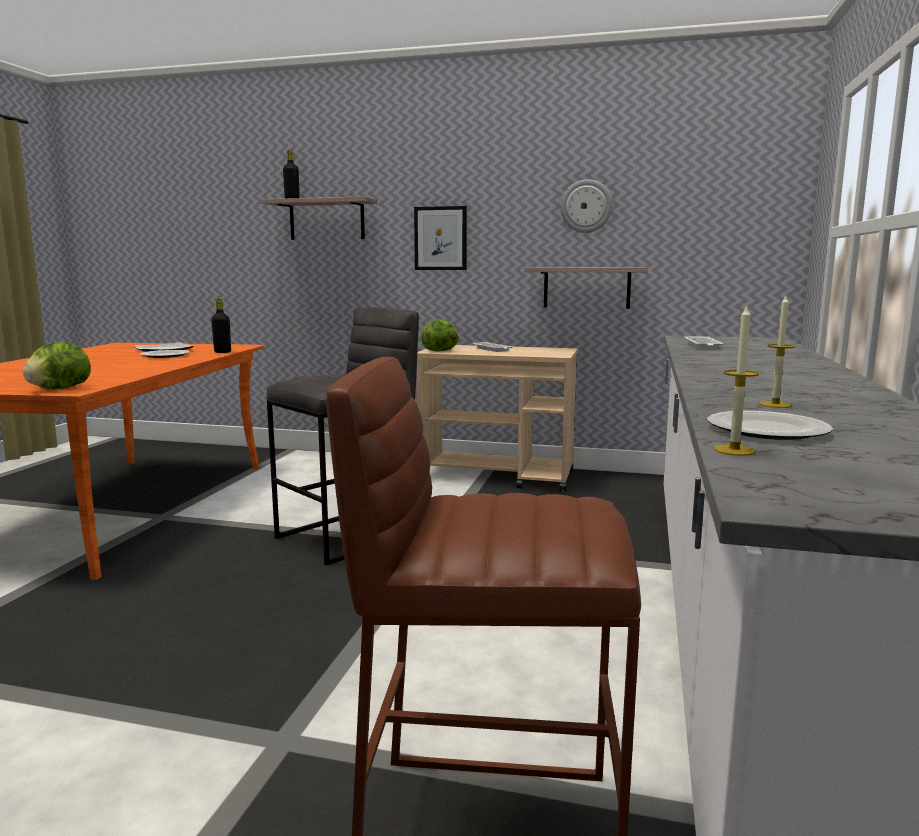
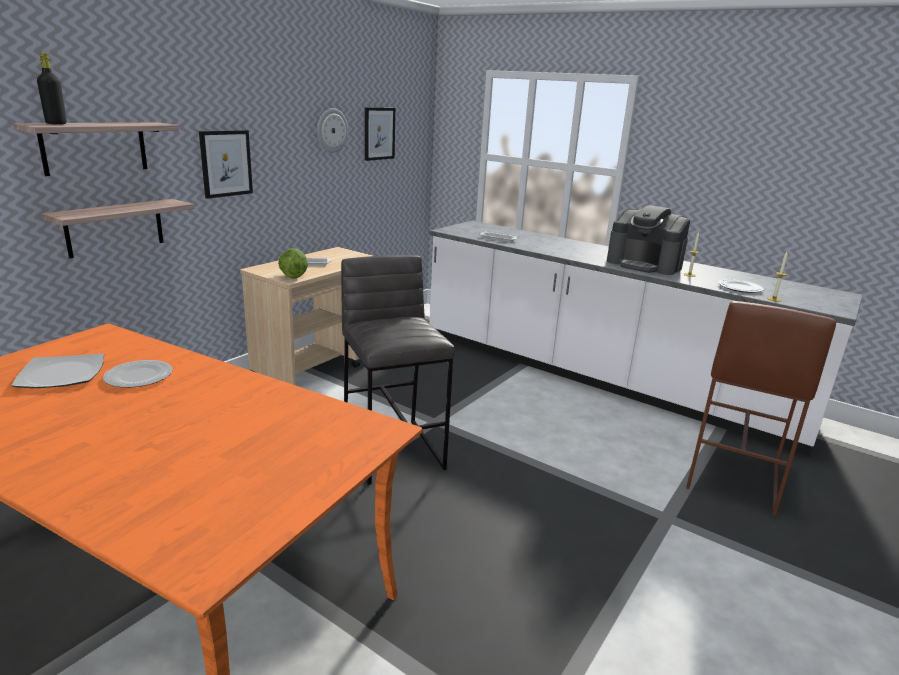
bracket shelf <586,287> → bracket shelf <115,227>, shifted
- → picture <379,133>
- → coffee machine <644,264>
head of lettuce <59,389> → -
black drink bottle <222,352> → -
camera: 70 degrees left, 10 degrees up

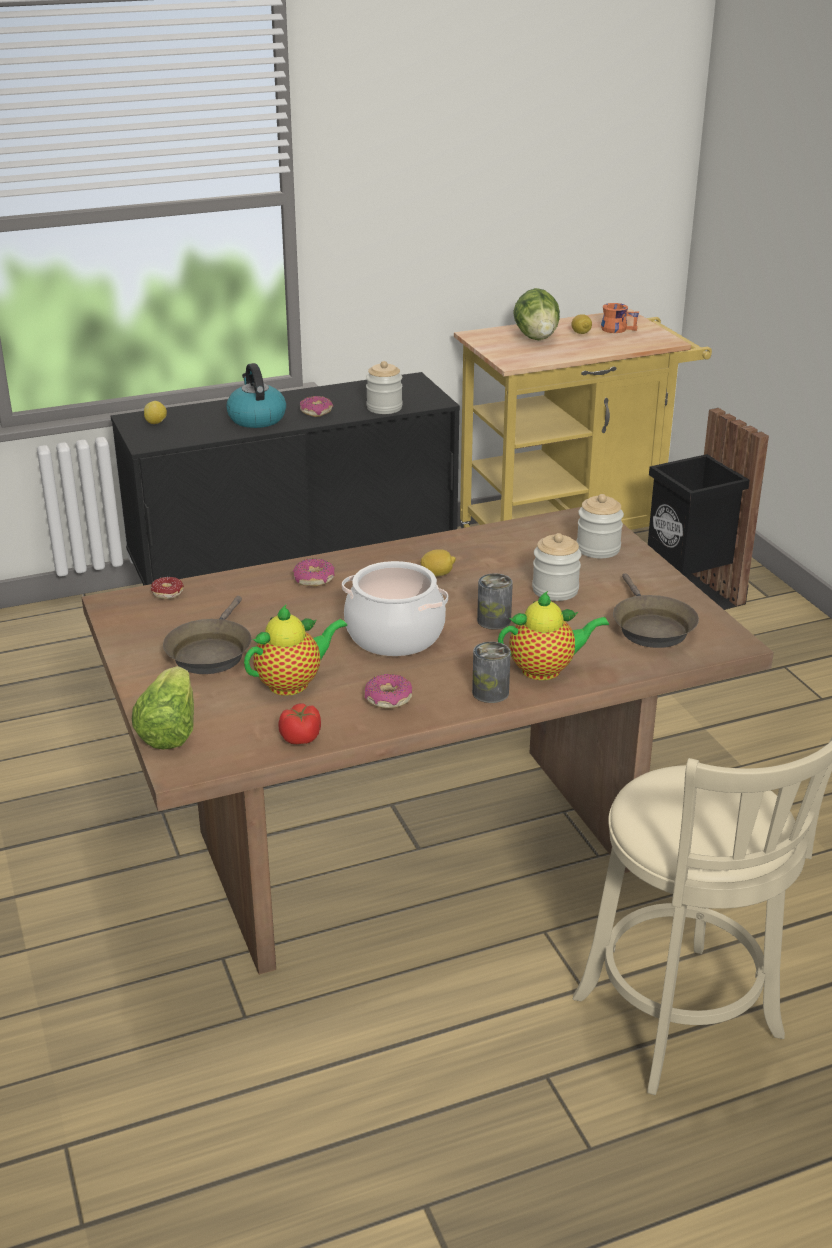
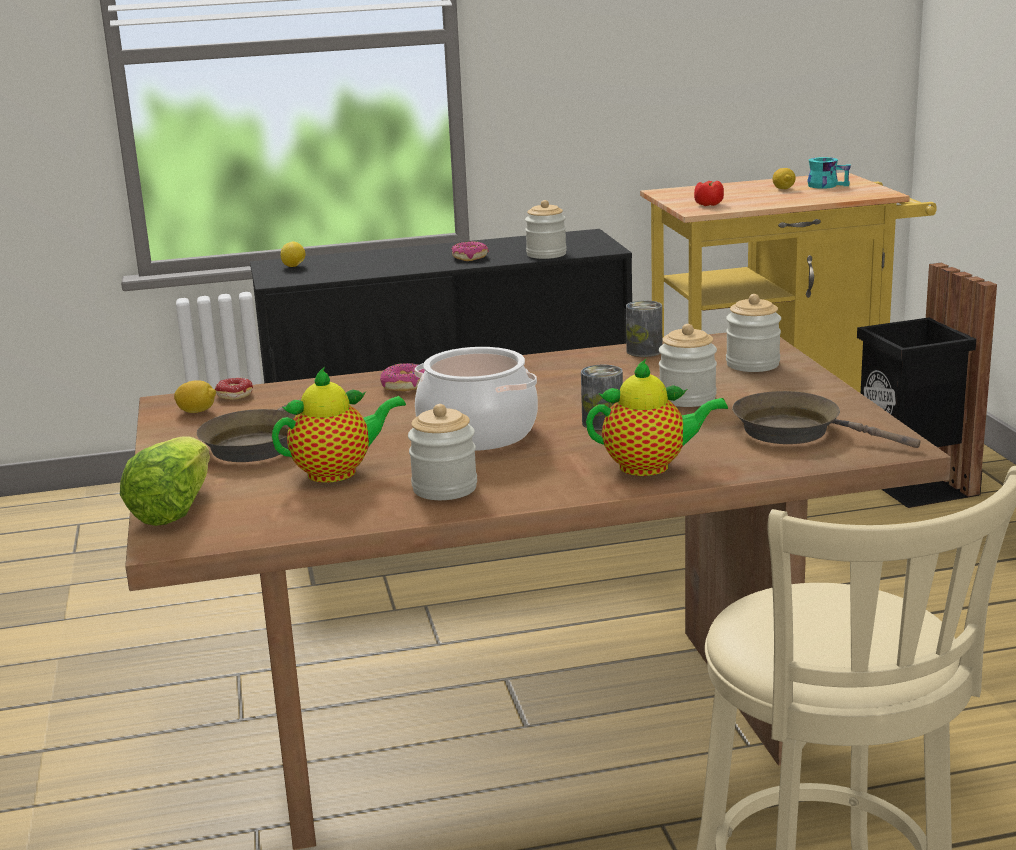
lemon <437,574> → lemon <197,411>, shifted
donut <388,699> → storage jar <444,488>
can <490,692> → can <644,351>, shifted
fresh tomato <301,737> → fresh tomato <709,204>, shifted
brown pan <650,627> → brown pan <796,431>, 120 degrees clockwise
orangey tea mug <618,329> → blue-green tea mug <827,185>
kettle <256,418> → -
head of lettuce <536,338> → -
camera: 10 degrees right, 10 degrees down

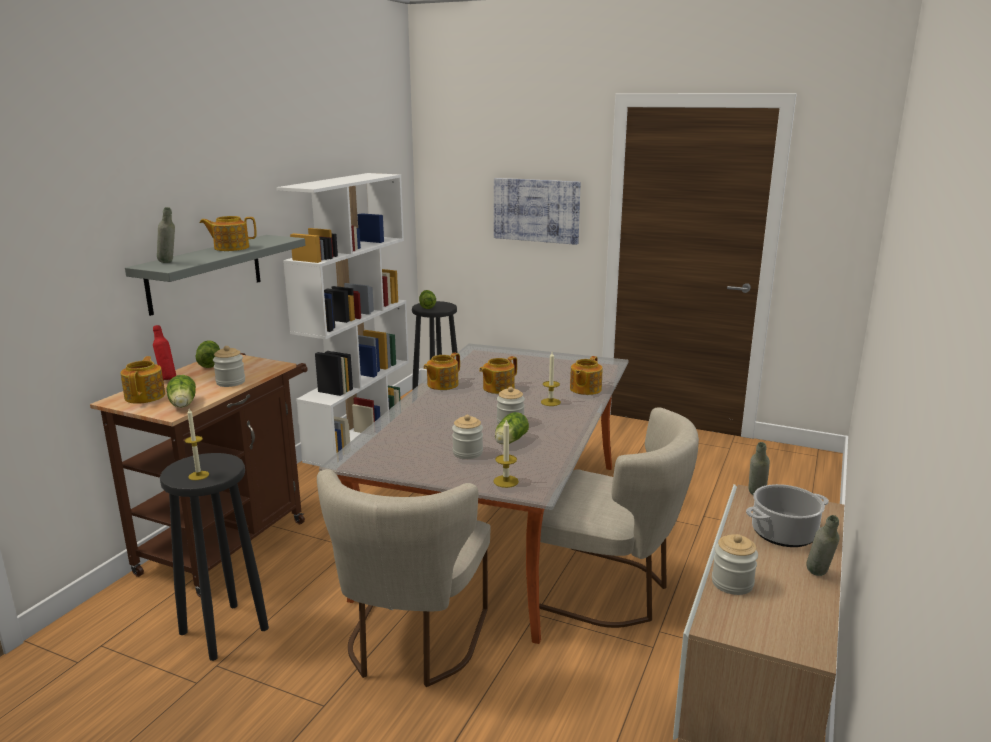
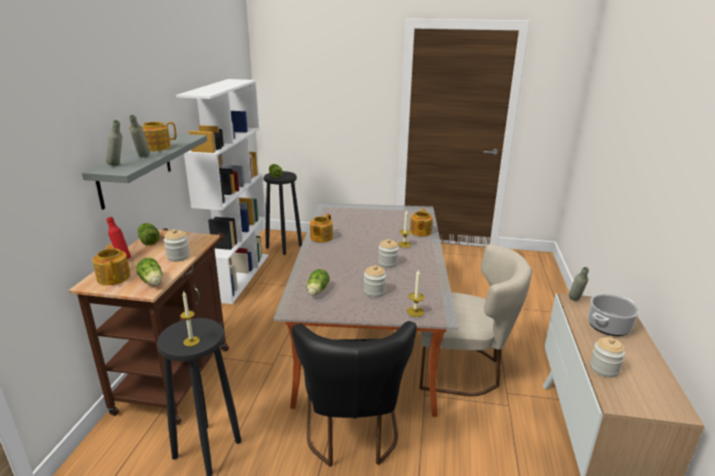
gray drink bottle <818,577> → gray drink bottle <142,157>, shifted
beige plain chair <411,644> → black plain chair <352,433>
head of lettuce <509,441> → head of lettuce <317,291>, shifted
tea pot <497,388> → -
picture <536,210> → -
camera: 15 degrees left, 5 degrees up

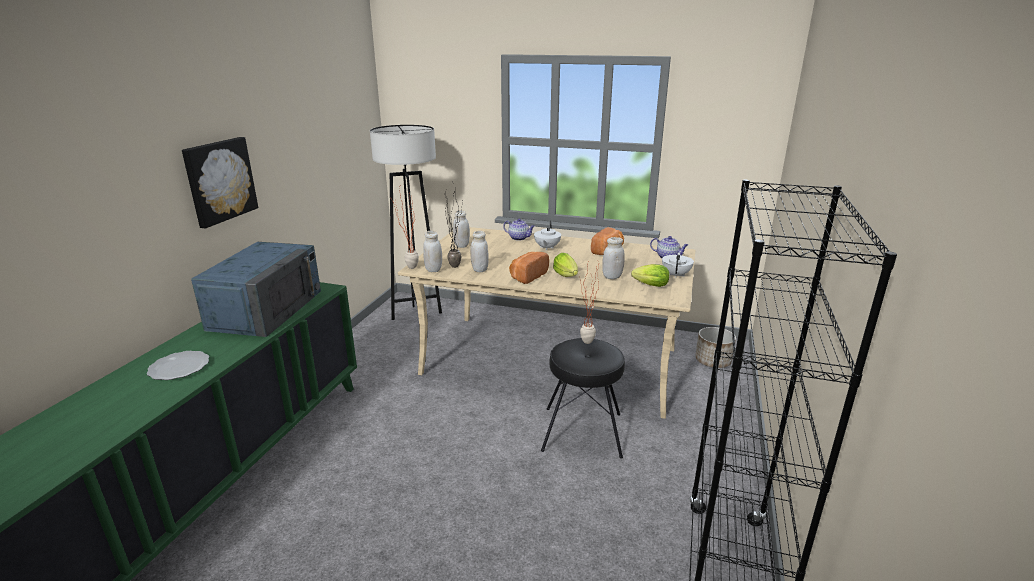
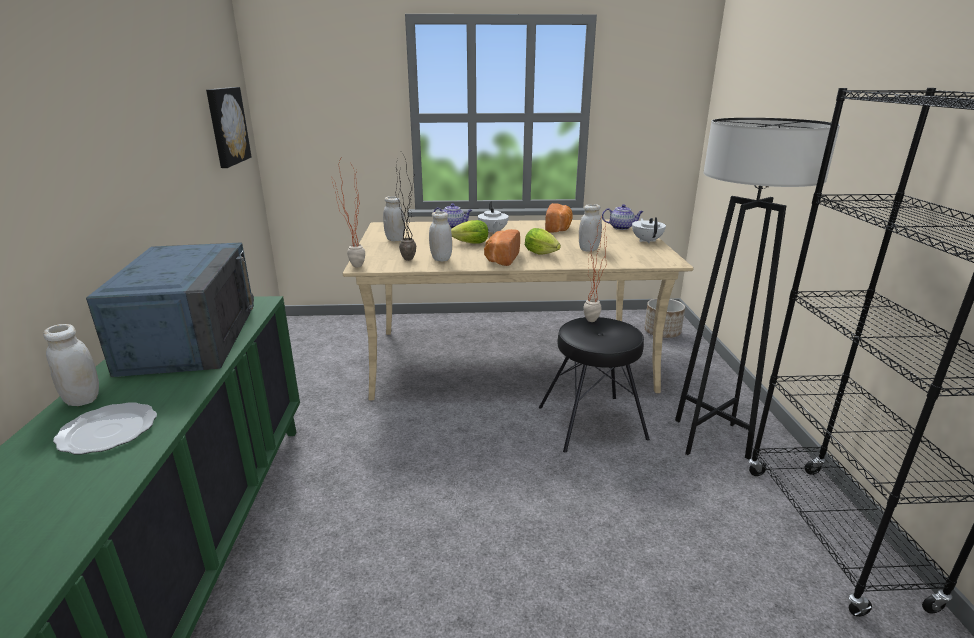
whitish storage jar <433,269> → whitish storage jar <83,399>, shifted
picture <219,180> → picture <226,126>, shifted
head of lettuce <648,285> → head of lettuce <469,243>, shifted
gray standing lamp <417,316> → gray standing lamp <710,438>, shifted
camera: 20 degrees left, 0 degrees up

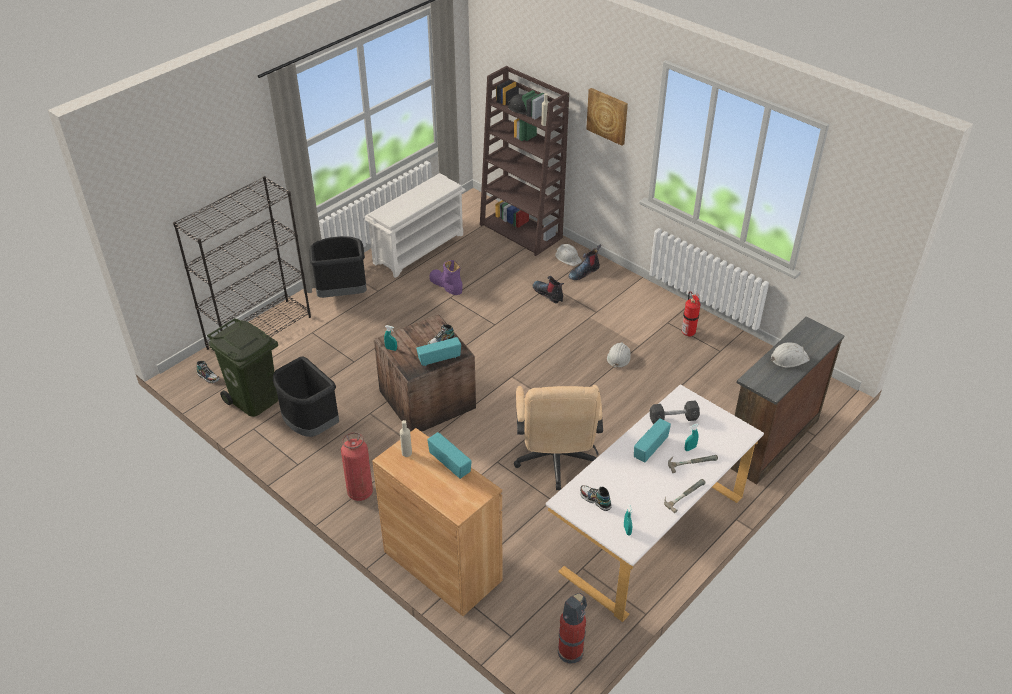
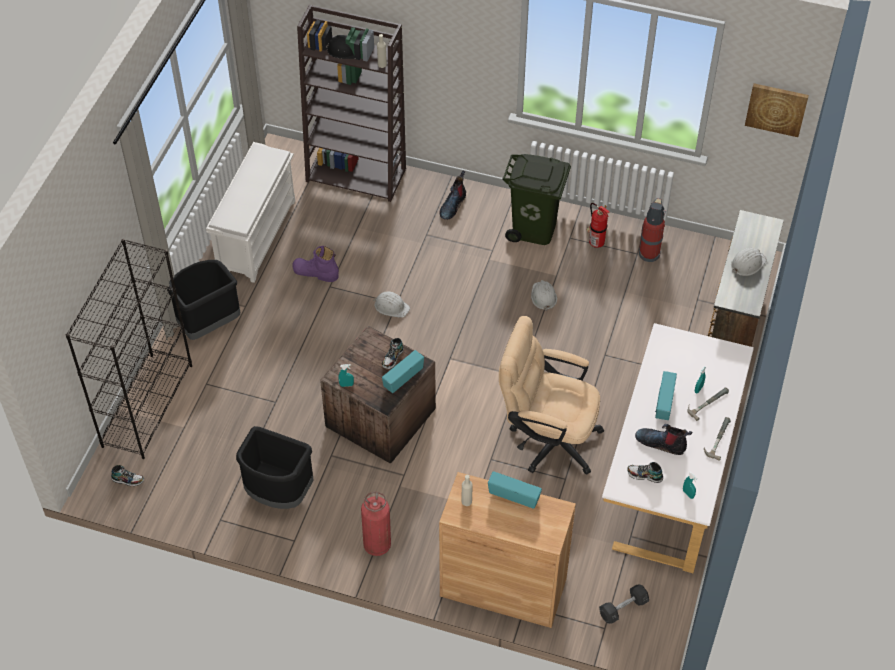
whitish work helmet <568,257> → whitish work helmet <391,306>, shifted
beige desk chair <555,463> → beige desk chair <547,438>, 135 degrees clockwise
green rubbish bin <254,400> → green rubbish bin <534,229>, shifted
gray dumbbell <673,418> → gray dumbbell <623,608>, shifted
boot <548,294> → boot <661,443>, shifted
fire extinguisher <571,651> → fire extinguisher <649,253>, shifted
picture <607,116> → picture <776,108>, shifted
camera: 25 degrees left, 10 degrees up

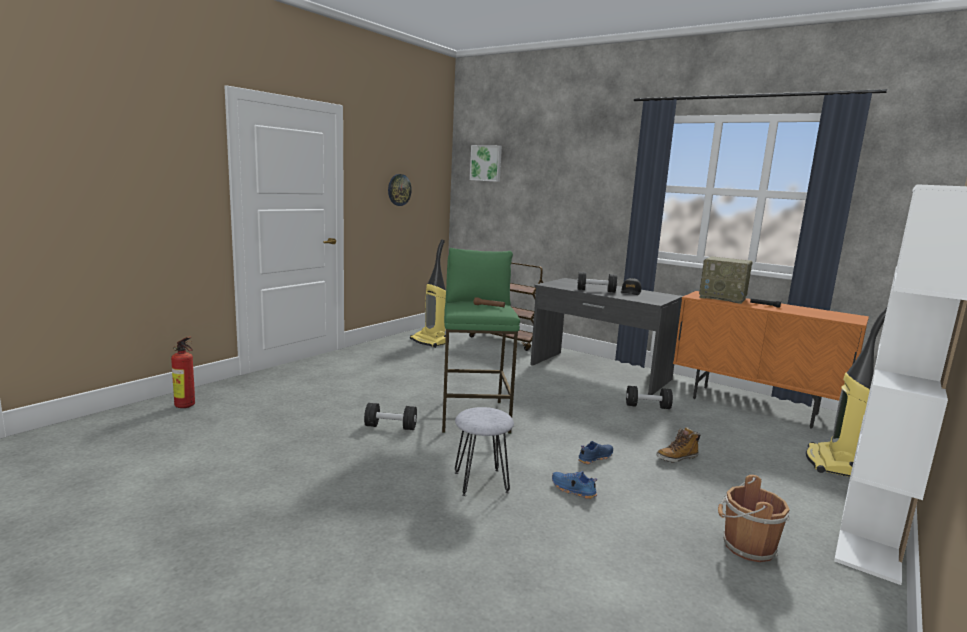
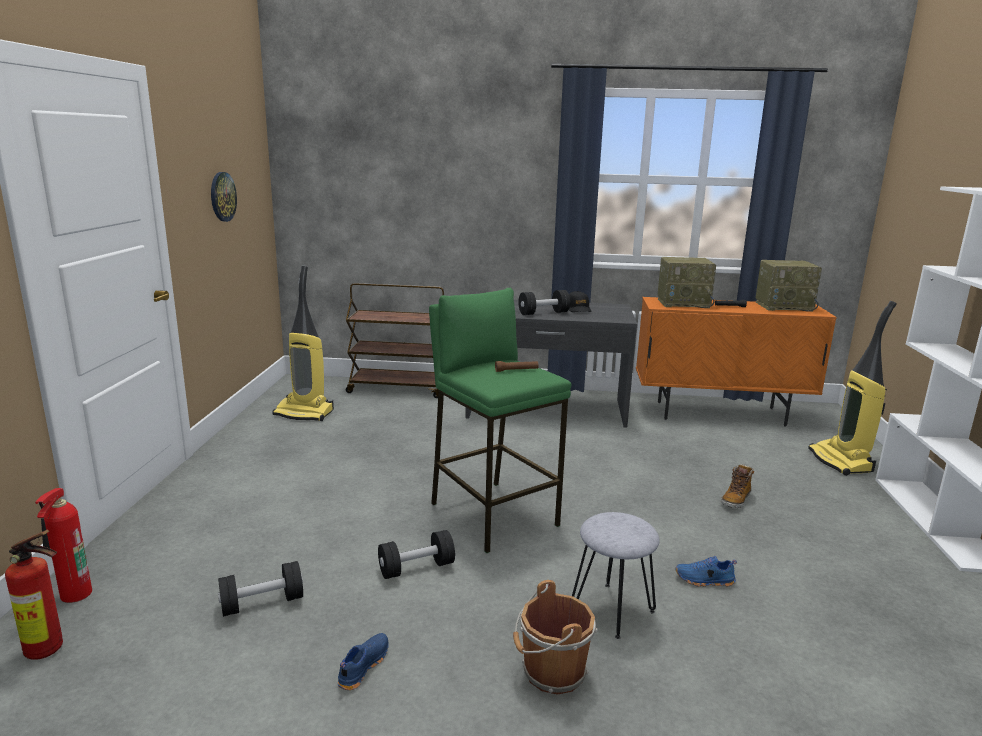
- → fire extinguisher <72,595>
black dumbbell <647,406> → black dumbbell <262,603>, shifted
bluish shoe <594,458> → bluish shoe <362,666>, shifted
brown pail <746,547> → brown pail <551,673>, shifted
- → radio receiver <784,306>
picture <486,163> → -
camera: 30 degrees left, 5 degrees up

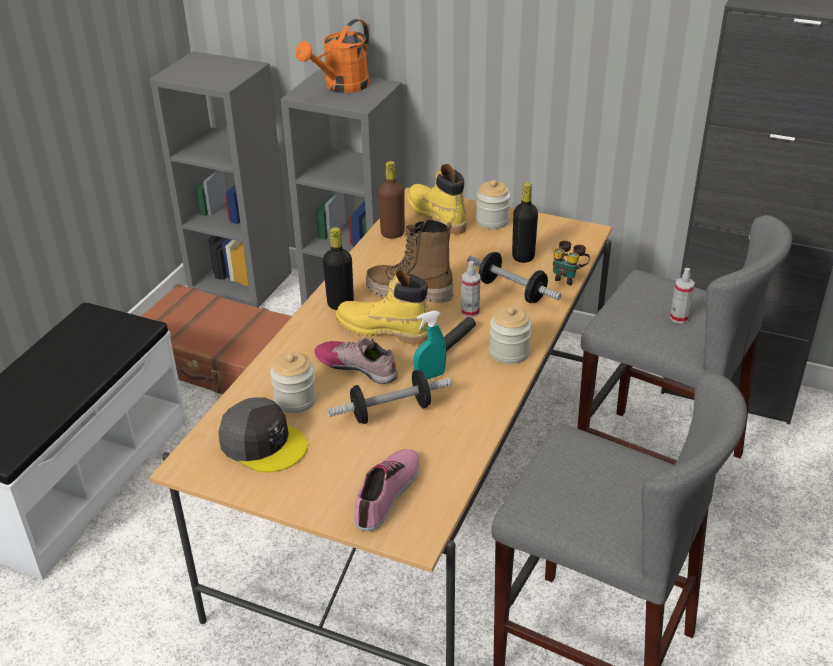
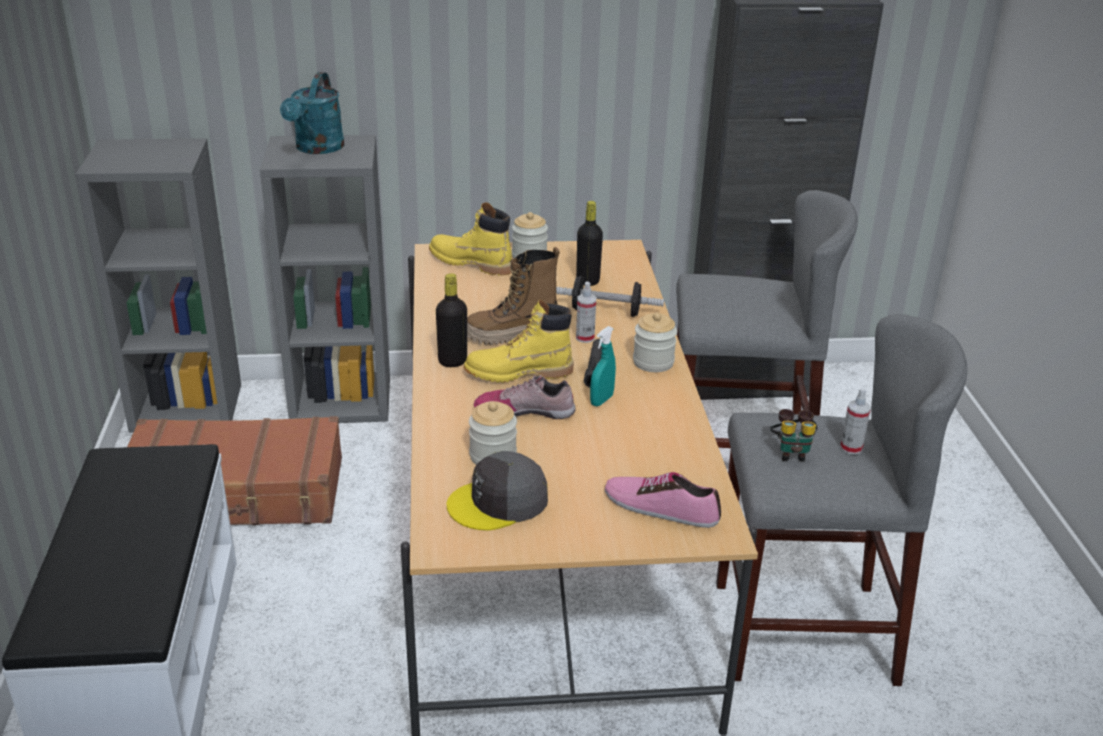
orangey watering can <341,87> → blue-green watering can <317,149>
gray baseball cap <263,443> → gray baseball cap <499,502>, 150 degrees clockwise
shoe <388,493> → shoe <661,507>, 60 degrees counterclockwise
field glasses <567,277> → field glasses <791,452>, shifted
spray bottle <679,318> → spray bottle <851,448>, shifted
dumbbell <391,411> → -
brown drink bottle <392,233> → -
camera: 30 degrees left, 5 degrees down

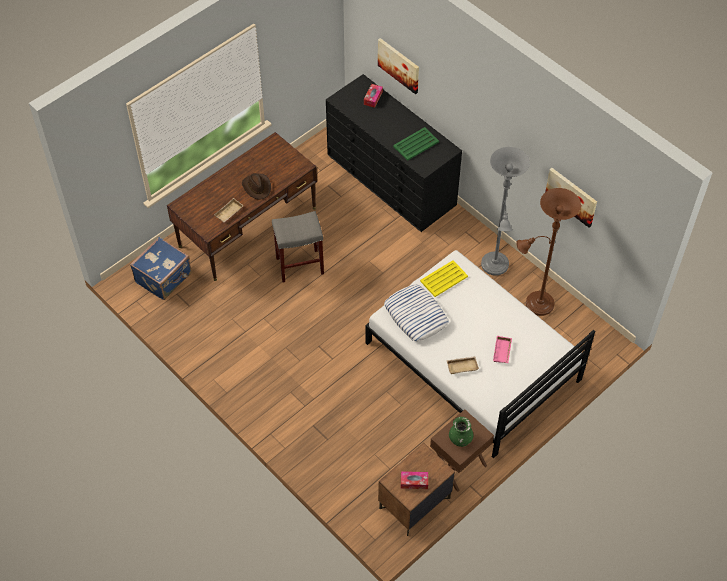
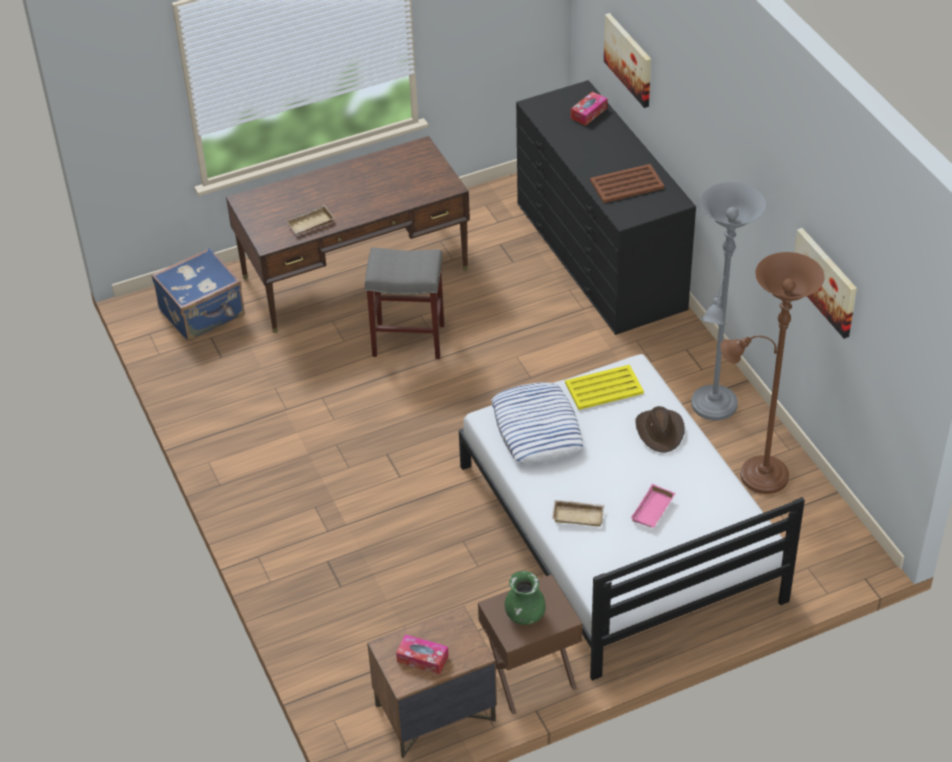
green serving tray <415,144> → brown serving tray <626,184>
brown clothing hat <257,187> → brown clothing hat <660,431>, shifted
camera: 20 degrees right, 10 degrees down

